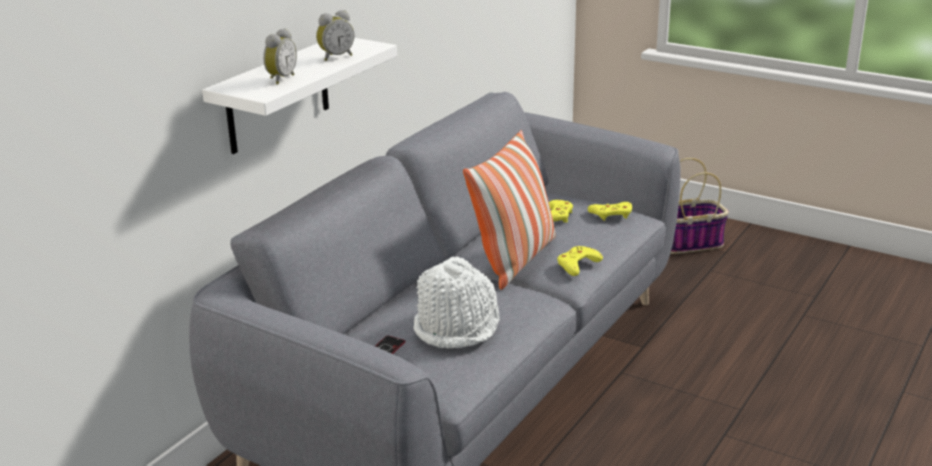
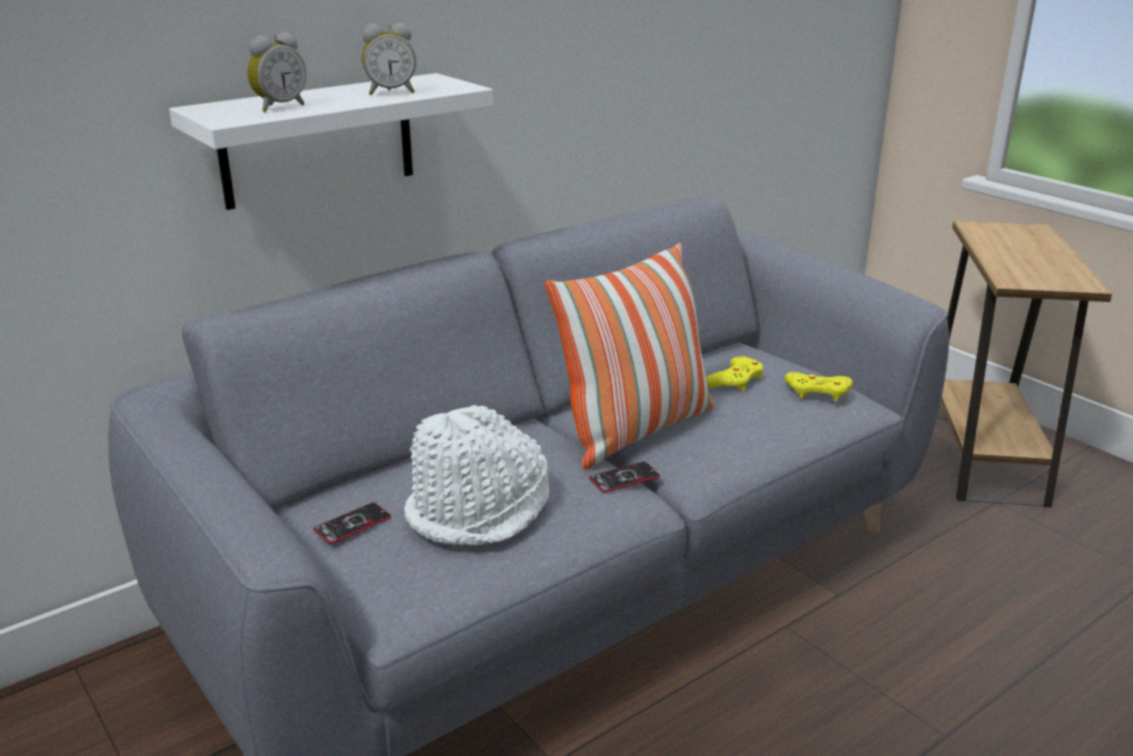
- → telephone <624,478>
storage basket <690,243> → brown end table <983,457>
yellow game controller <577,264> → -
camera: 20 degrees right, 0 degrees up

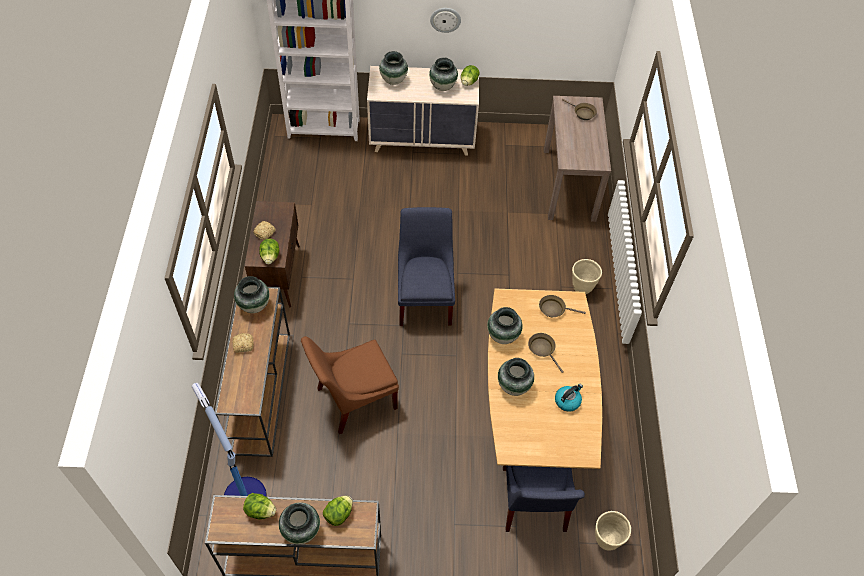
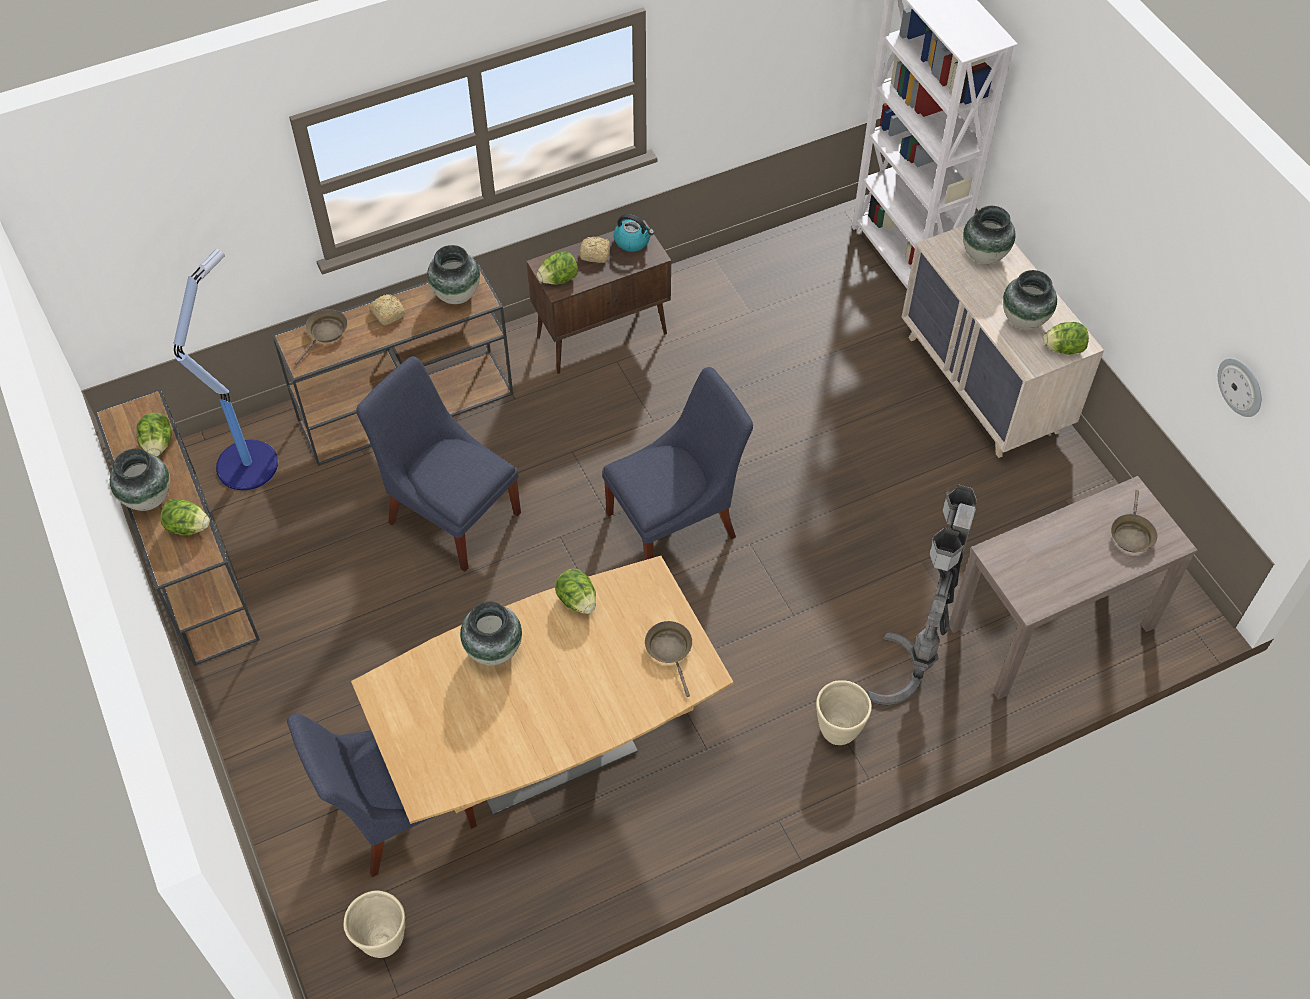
brown pan <543,349> → brown pan <325,333>, shifted
brown plain chair <353,399> → bluish plain chair <450,513>
vase <502,336> → head of lettuce <577,600>
kettle <567,401> → kettle <632,241>, shifted
- → gray standing lamp <911,676>
wall clock <445,19> → wall clock <1241,386>, shifted
camera: 65 degrees right, 0 degrees up

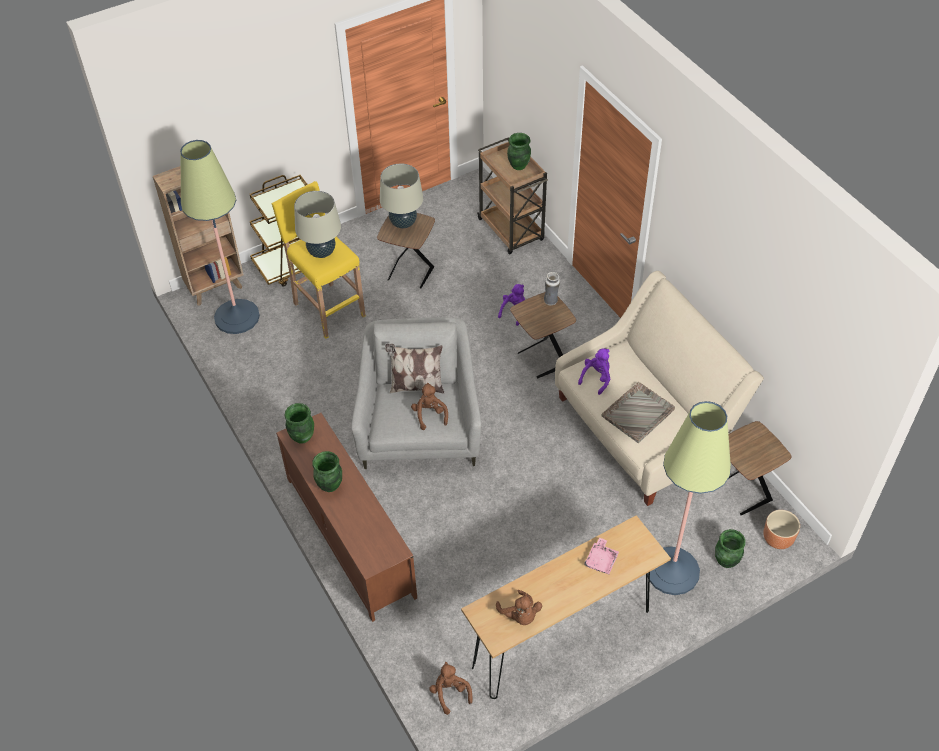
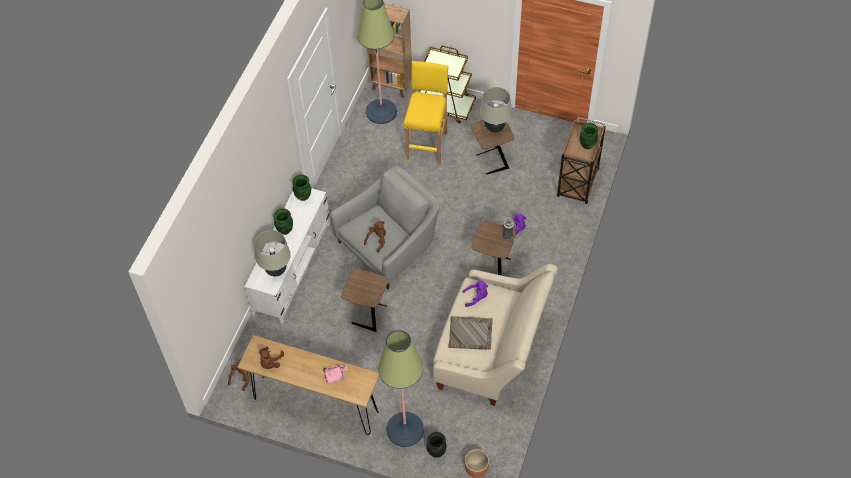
brown tv unit <349,535> → whitish tv unit <292,267>
beige tabletop lamp <321,252> → beige tabletop lamp <276,270>, shifted
brown end table <741,493> → brown end table <368,315>, shifted
green vase <726,561> → black vase <436,452>
cushion <416,386> → -
camera: 50 degrees right, 5 degrees up

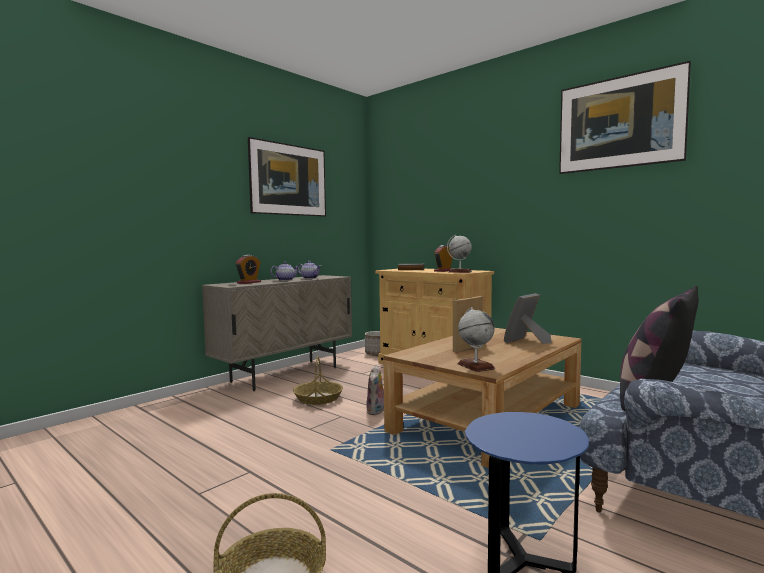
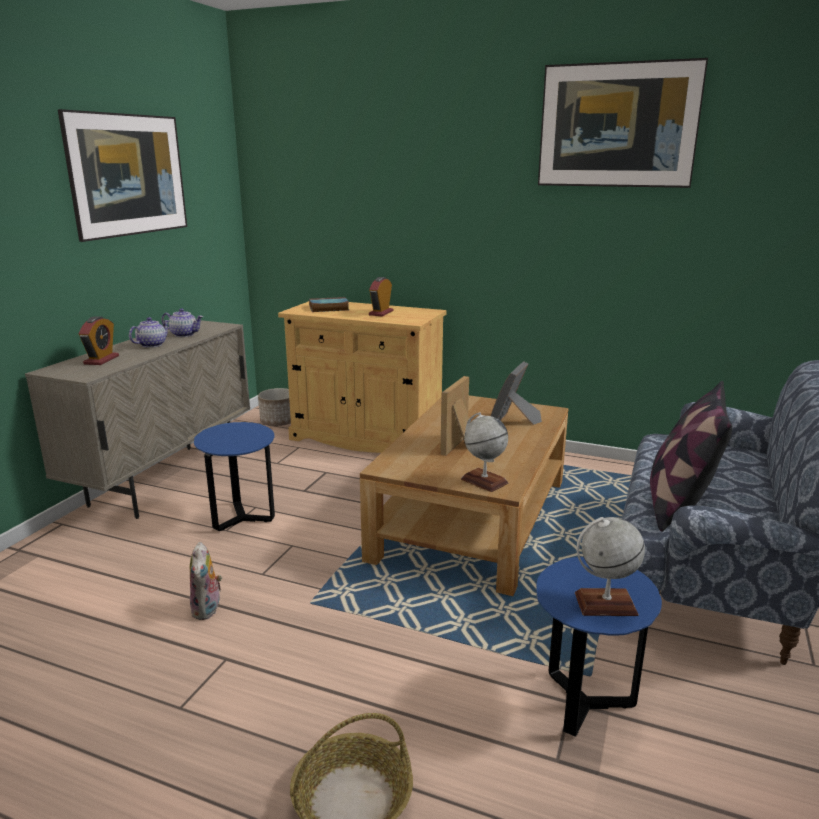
plush toy <376,411> → plush toy <208,609>, shifted
storage basket <318,398> → bluish end table <242,518>
globe <459,272> → globe <605,604>, shifted
camera: 20 degrees left, 15 degrees up

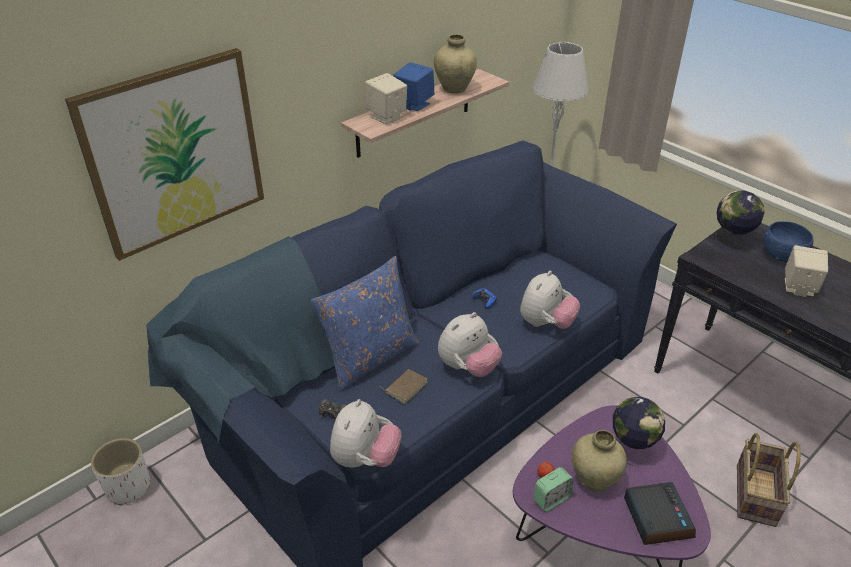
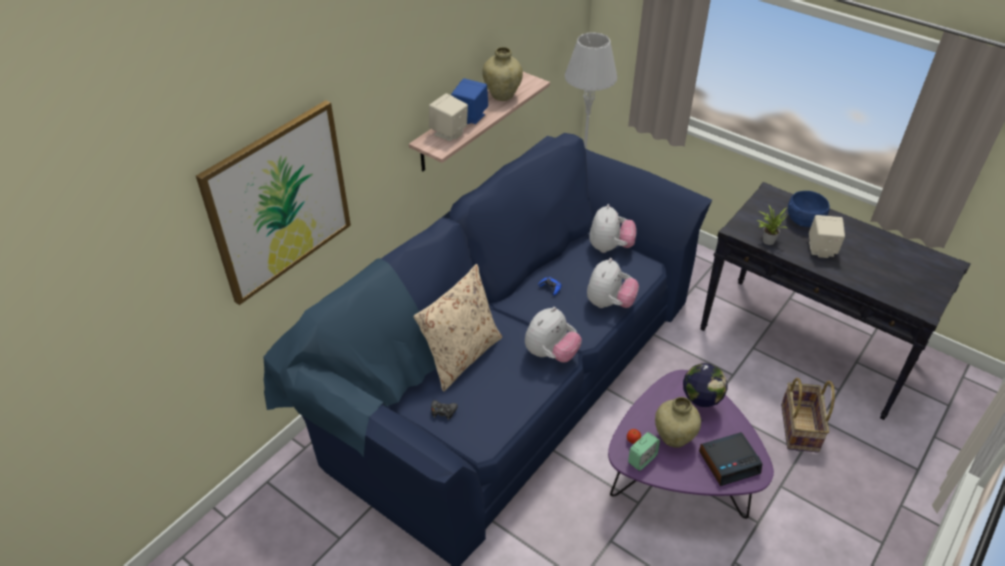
bluish cushion <370,357> → beige cushion <461,356>
plush toy <365,459> → plush toy <610,247>, shifted
alarm clock <657,517> → alarm clock <729,462>, 90 degrees clockwise
- → plant in a pot <767,240>
whitish planter <128,487> → -
brown book <405,387> → -
globe <731,240> → -
camera: 10 degrees left, 5 degrees up

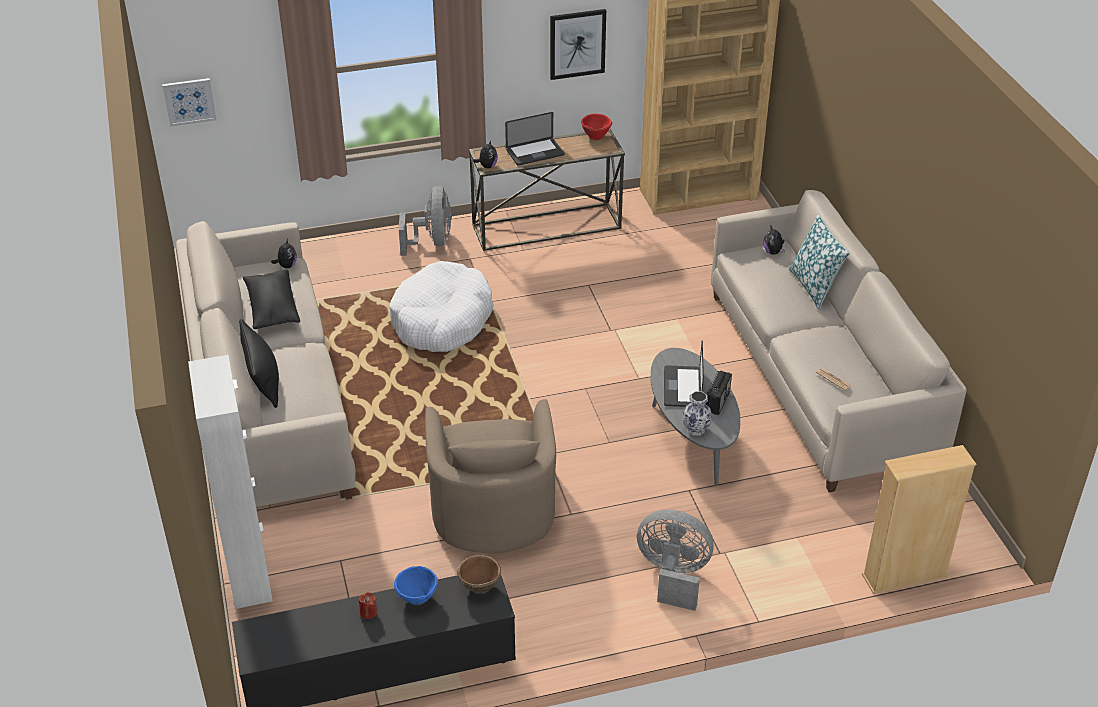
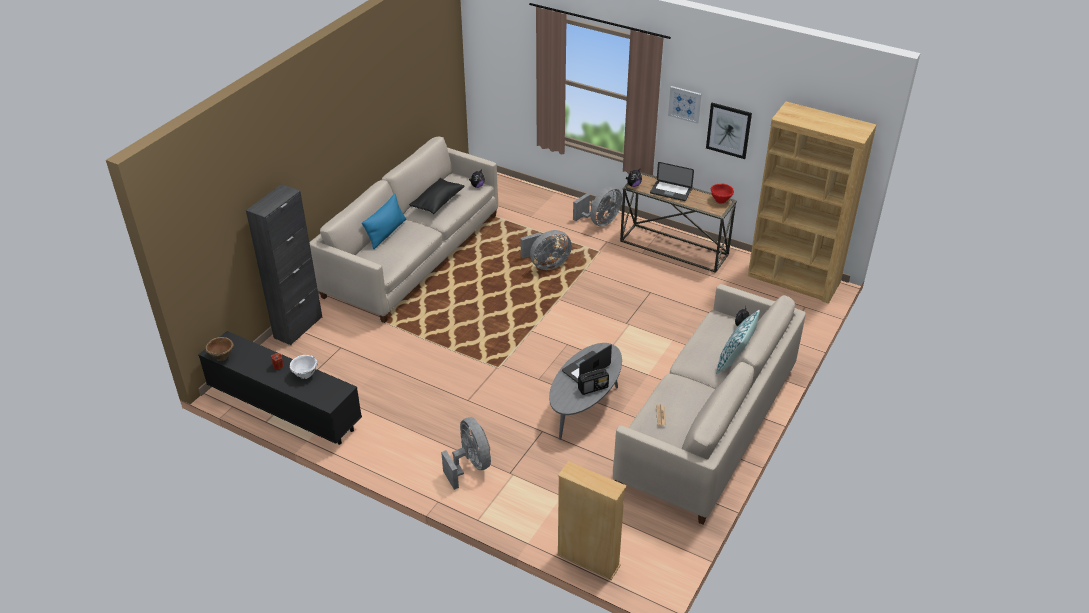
brown serving bowl <479,586> → brown serving bowl <221,356>, shifted
whitish cabinet <249,575> → black cabinet <298,327>
bluish serving bowl <417,598> → whitish serving bowl <305,374>
black cushion <262,380> → bluish cushion <386,233>
whitish dog cushion <442,320> → gray fan <546,265>
picture <189,101> → picture <685,104>, shifted
beige lounge chair <492,506> → -
vase <695,429> → -
camera: 45 degrees right, 0 degrees up

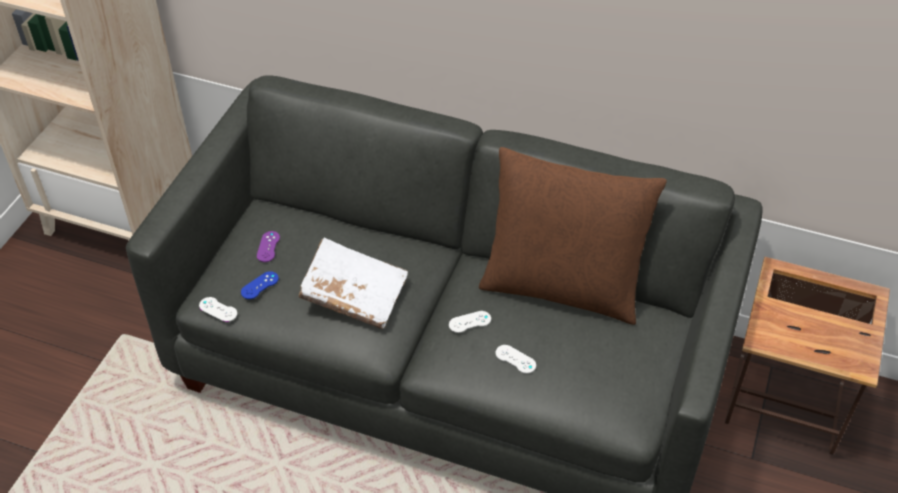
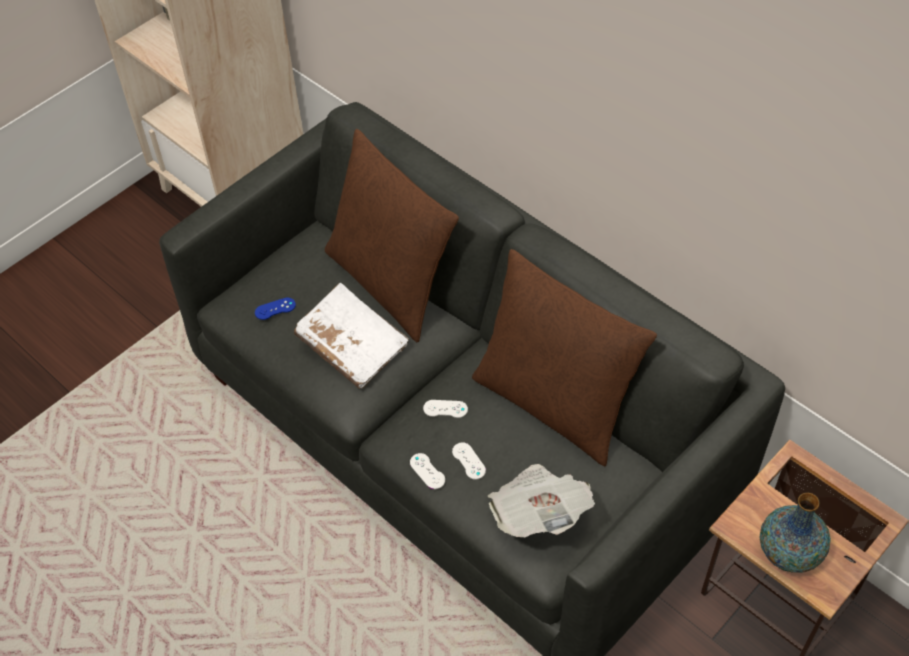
- → brown cushion <391,282>
whitish game controller <218,309> → whitish game controller <427,471>, shifted
- → daily paper <539,513>
- → vase <789,551>
purple-coloured game controller <268,246> → -
camera: 25 degrees right, 5 degrees up

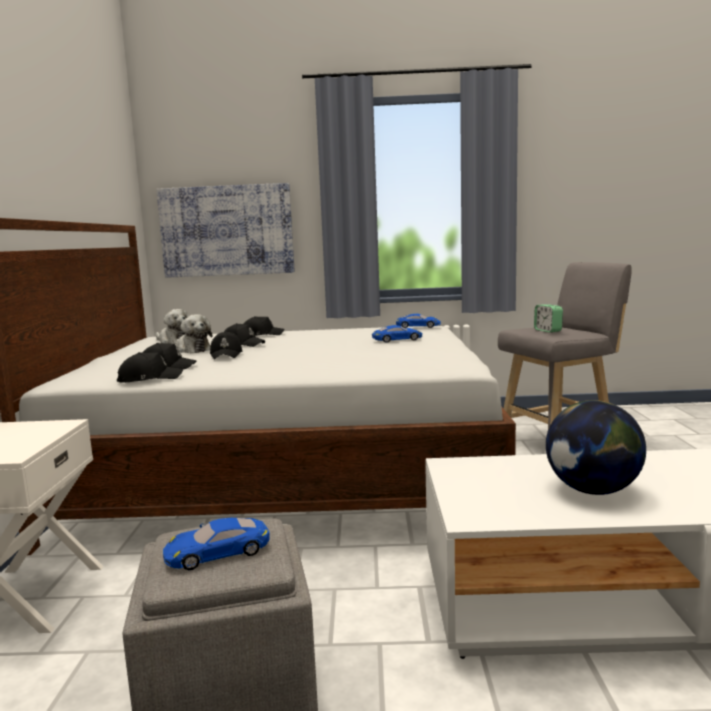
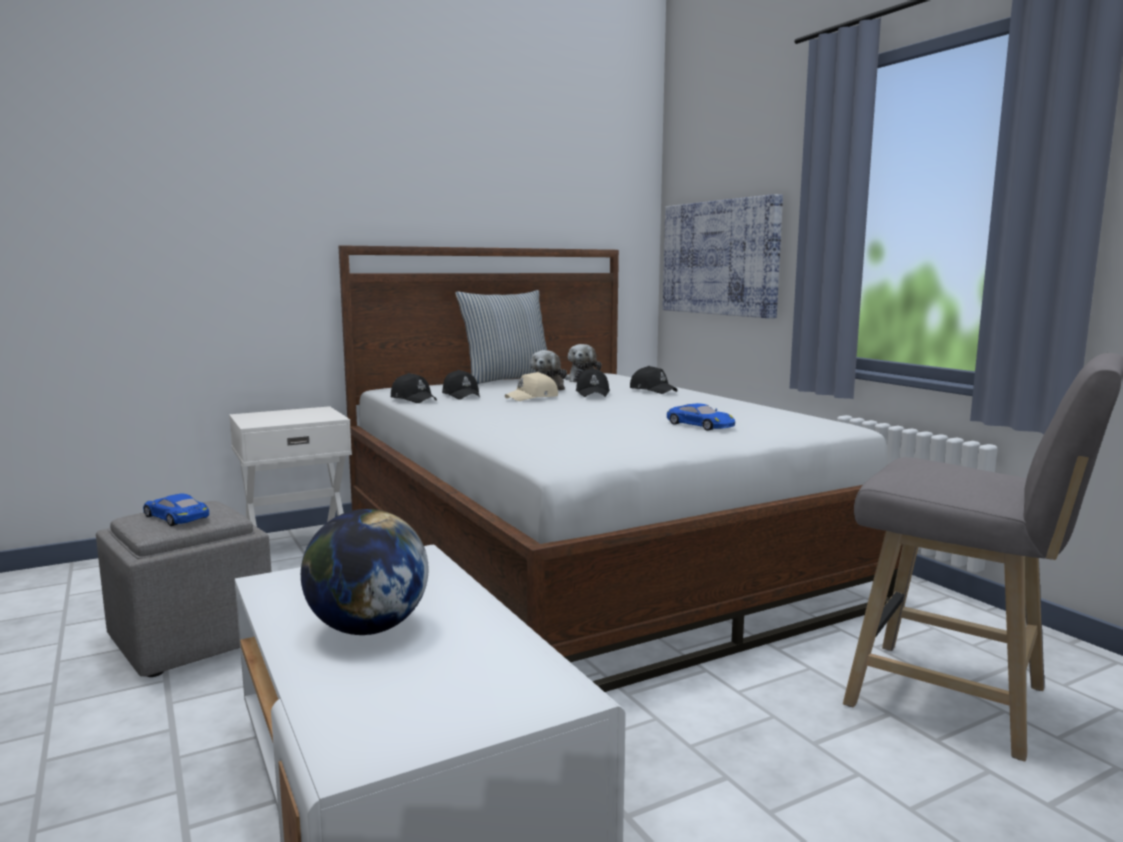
- → cushion <507,380>
black baseball cap <227,354> → beige baseball cap <533,397>
bluish toy car <418,326> → -
alarm clock <548,330> → -
camera: 60 degrees right, 0 degrees up

